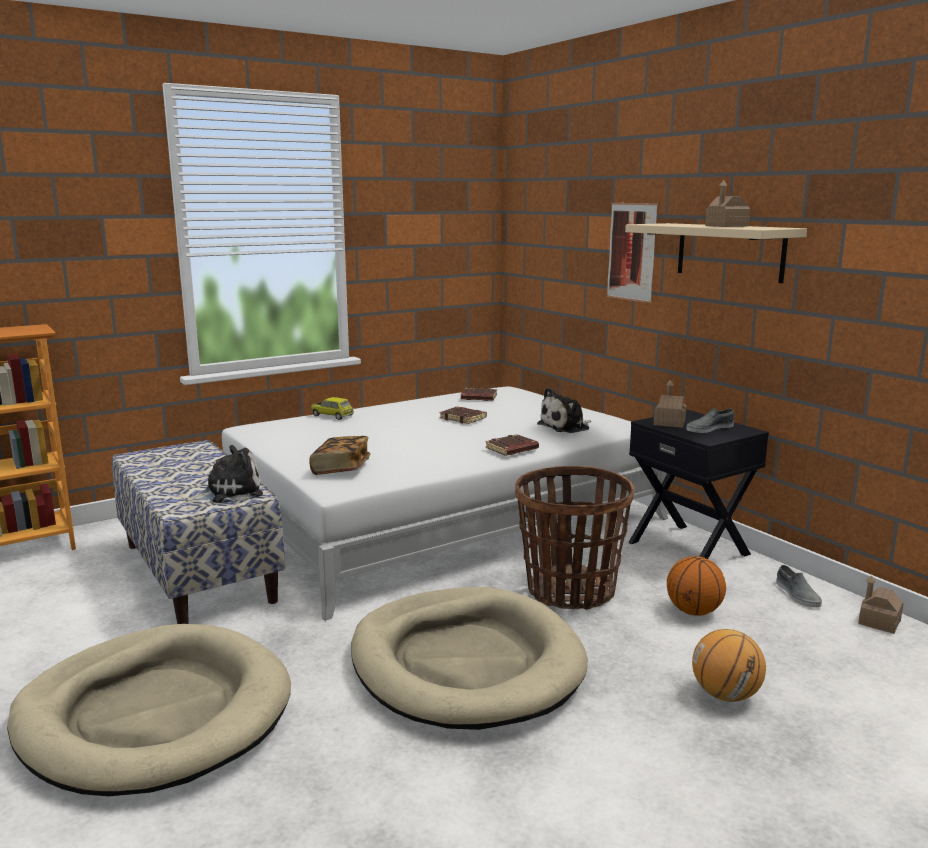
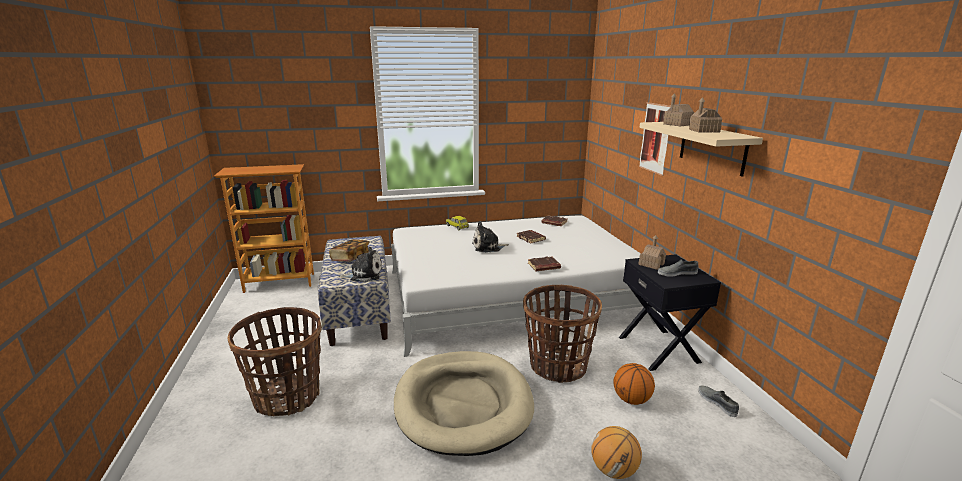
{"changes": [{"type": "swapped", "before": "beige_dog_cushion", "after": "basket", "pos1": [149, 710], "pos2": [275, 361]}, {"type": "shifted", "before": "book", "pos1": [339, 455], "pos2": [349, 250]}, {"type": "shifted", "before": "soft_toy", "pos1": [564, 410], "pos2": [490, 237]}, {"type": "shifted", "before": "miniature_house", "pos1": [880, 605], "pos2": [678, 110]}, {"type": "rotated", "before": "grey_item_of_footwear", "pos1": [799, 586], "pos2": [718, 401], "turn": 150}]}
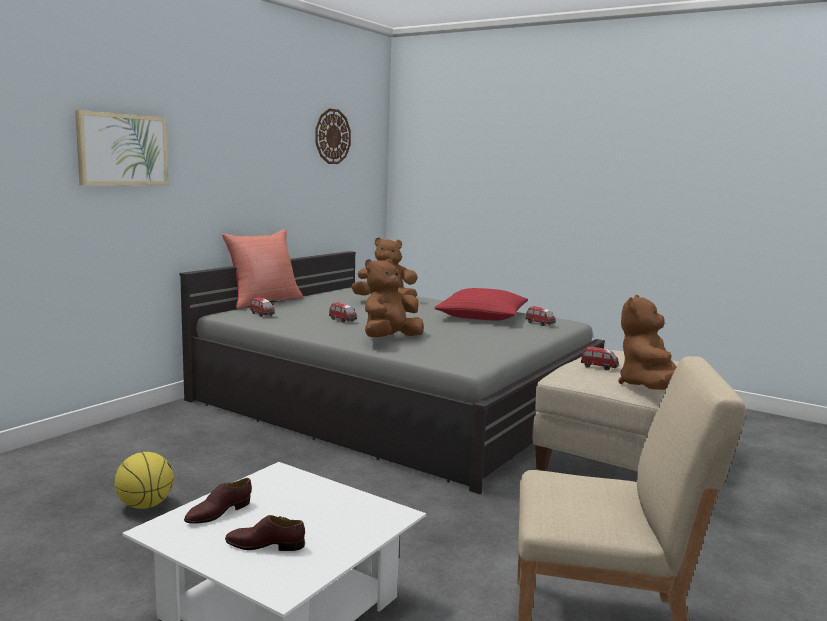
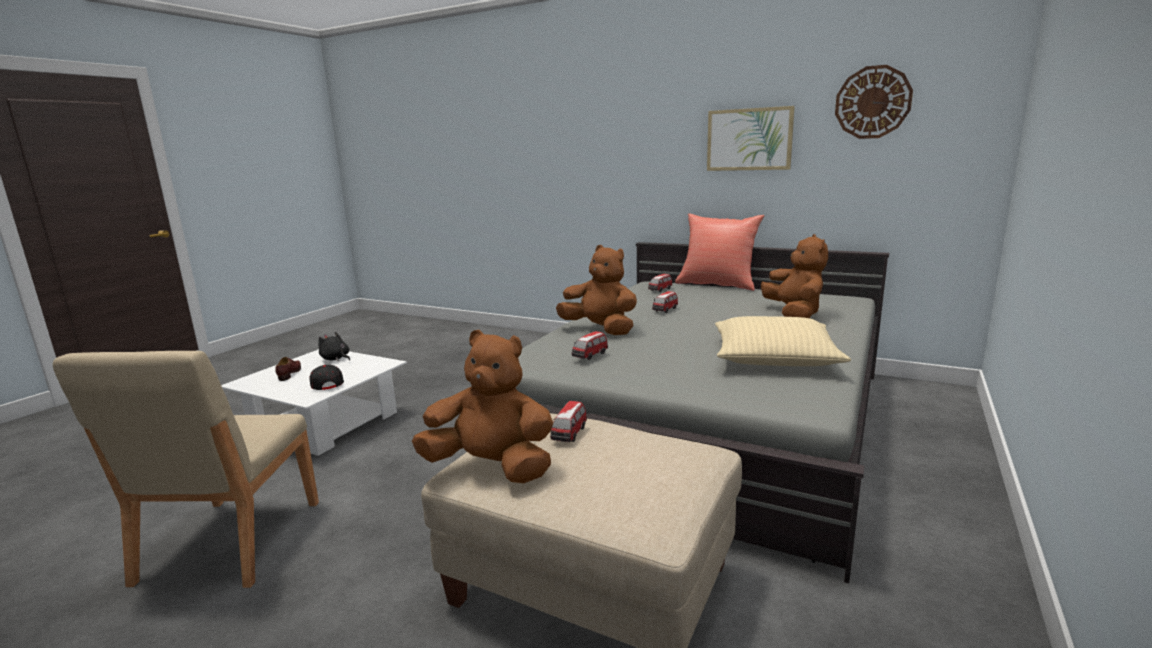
{"changes": [{"type": "new", "after": "black_cap", "pos2": [327, 377]}, {"type": "swapped", "before": "brown_item_of_footwear", "after": "black_soft_toy", "pos1": [218, 501], "pos2": [334, 346]}, {"type": "shifted", "before": "miniature_car", "pos1": [541, 316], "pos2": [590, 345]}, {"type": "shifted", "before": "wall_picture", "pos1": [121, 148], "pos2": [751, 138]}, {"type": "repainted", "before": "red-coloured_throw_pillow", "after": "beige_throw_pillow", "pos1": [481, 304], "pos2": [783, 341]}, {"type": "gone", "before": "basketball_ball", "pos1": [144, 480]}]}
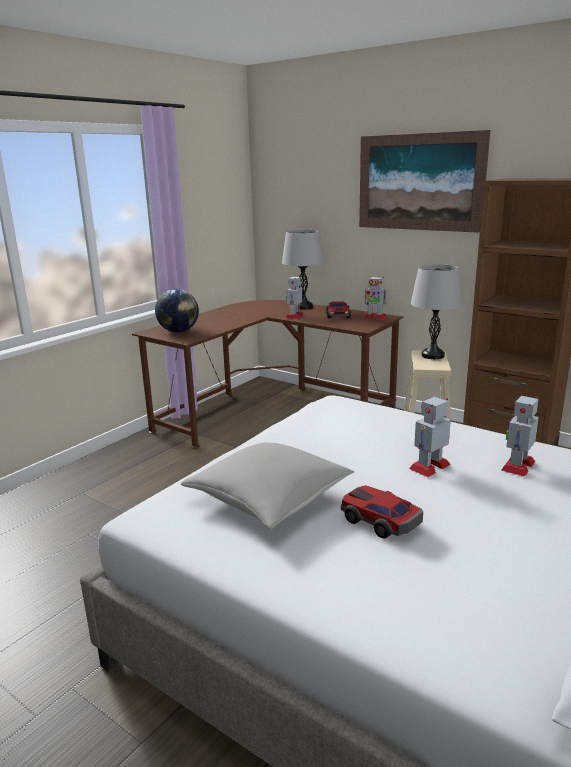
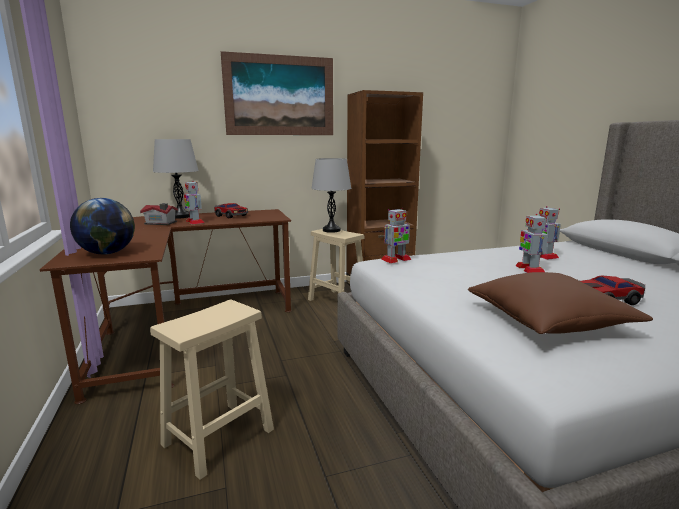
{"changes": [{"type": "new", "after": "miniature_house", "pos2": [159, 214]}, {"type": "new", "after": "beige_stool", "pos2": [212, 390]}, {"type": "shifted", "before": "model_robot", "pos1": [375, 298], "pos2": [396, 235]}, {"type": "repainted", "before": "grey_throw_pillow", "after": "brown_throw_pillow", "pos1": [267, 485], "pos2": [560, 303]}]}
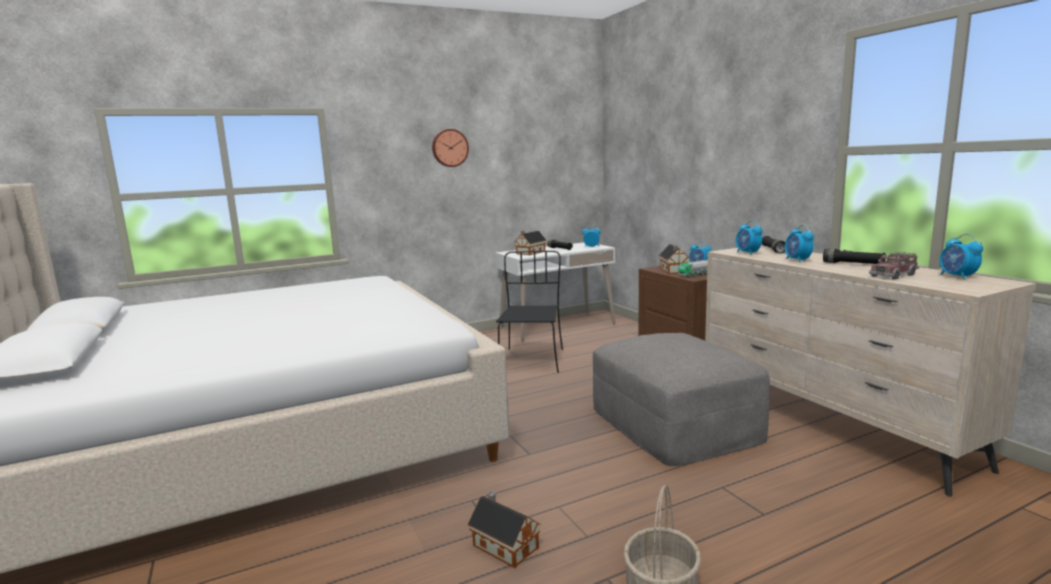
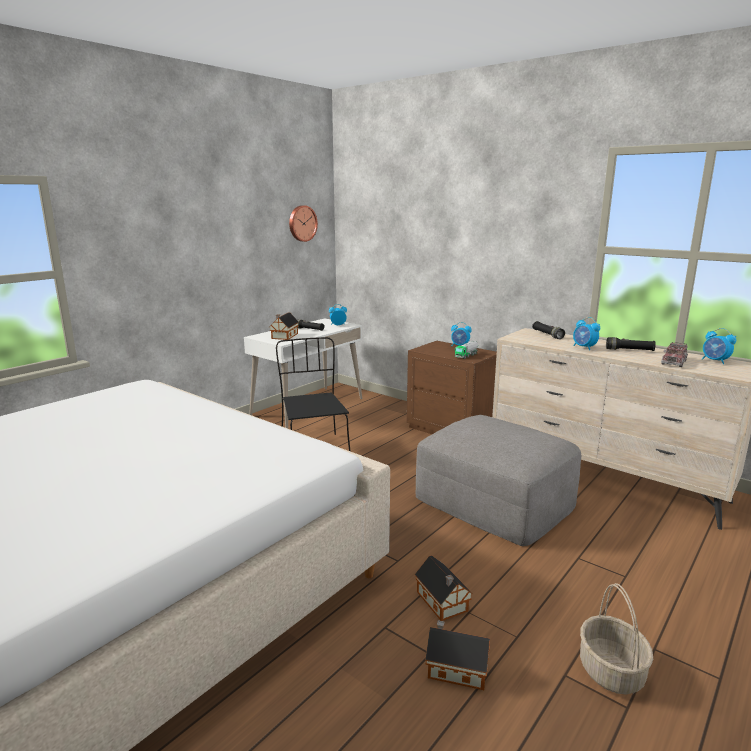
{"changes": [{"type": "shifted", "before": "hanging_clock", "pos1": [450, 148], "pos2": [303, 223]}, {"type": "shifted", "before": "miniature_house", "pos1": [674, 259], "pos2": [444, 588]}, {"type": "gone", "before": "alarm_clock", "pos1": [749, 237]}]}
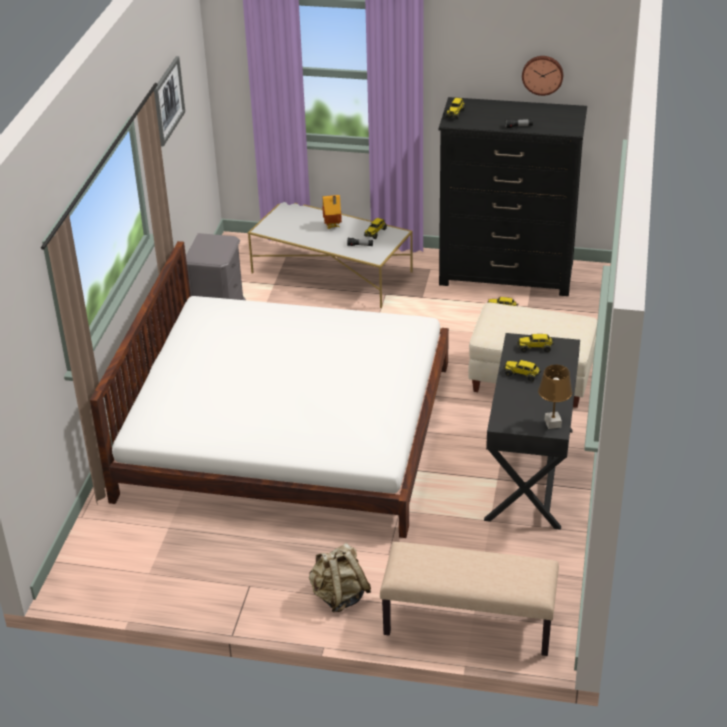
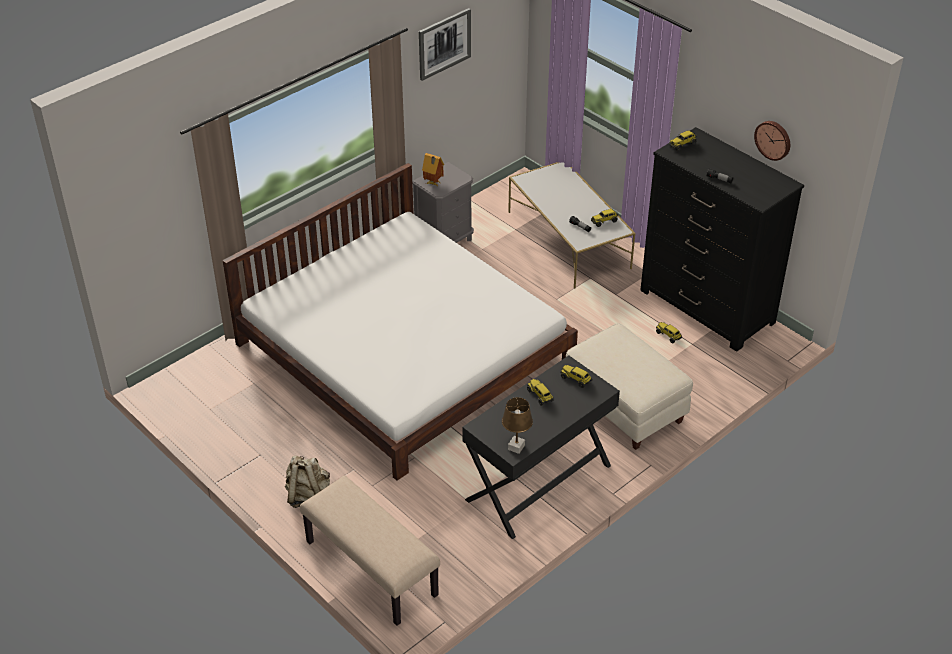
{"changes": [{"type": "shifted", "before": "miniature_house", "pos1": [332, 212], "pos2": [433, 169]}]}
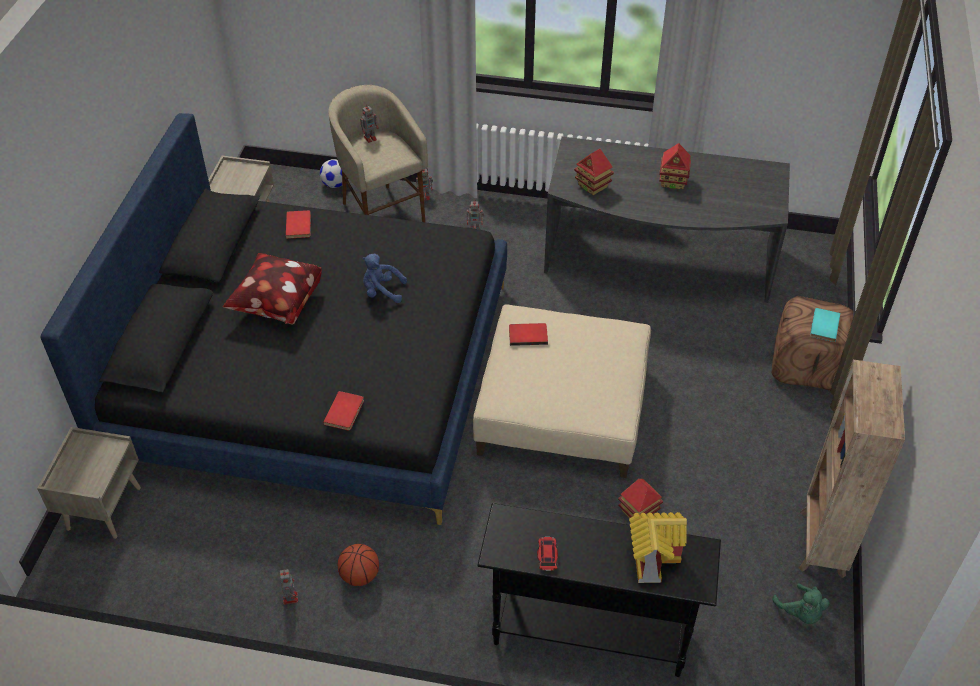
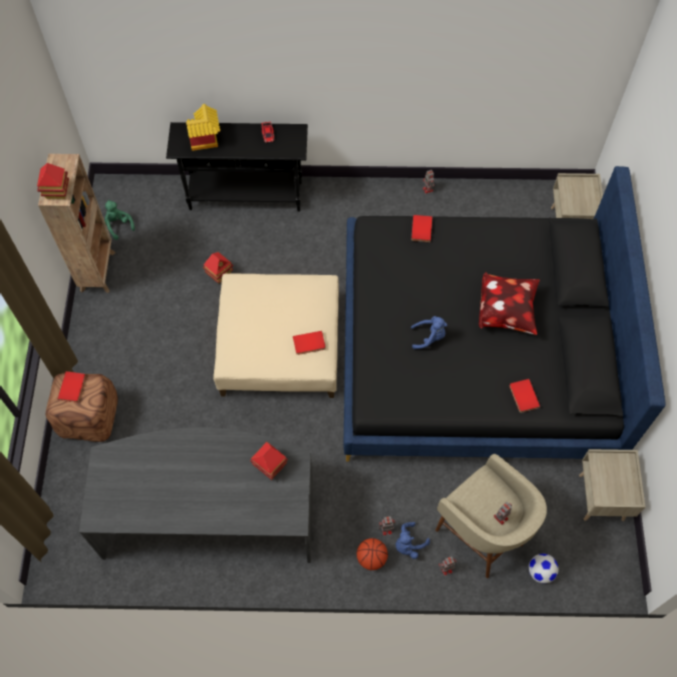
{"changes": [{"type": "shifted", "before": "miniature_house", "pos1": [675, 166], "pos2": [53, 181]}, {"type": "repainted", "before": "turquoise_book", "after": "red-coloured_book", "pos1": [825, 325], "pos2": [72, 387]}, {"type": "shifted", "before": "basketball_ball", "pos1": [358, 565], "pos2": [372, 554]}, {"type": "new", "after": "blue_soft_toy", "pos2": [412, 540]}]}
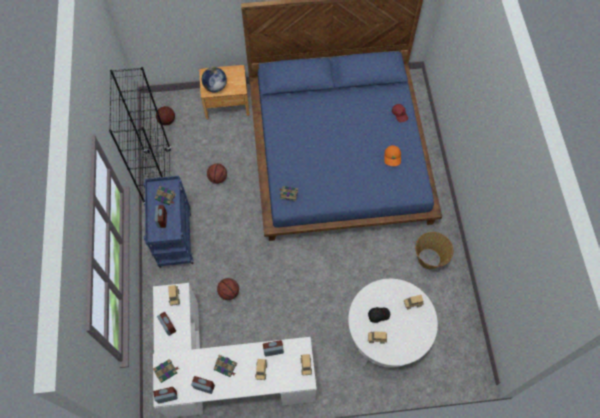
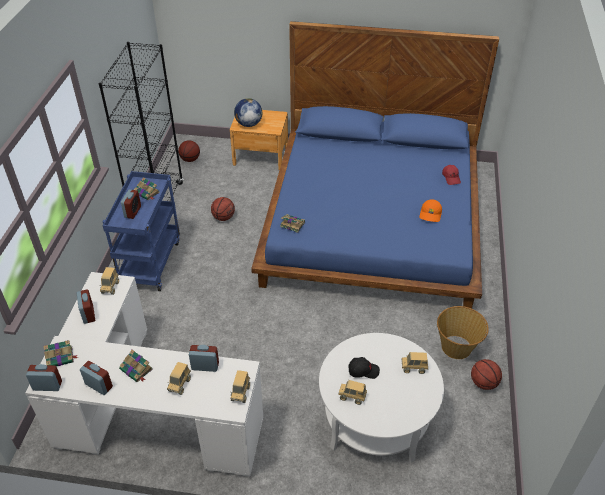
{"changes": [{"type": "shifted", "before": "basketball_ball", "pos1": [228, 289], "pos2": [486, 374]}]}
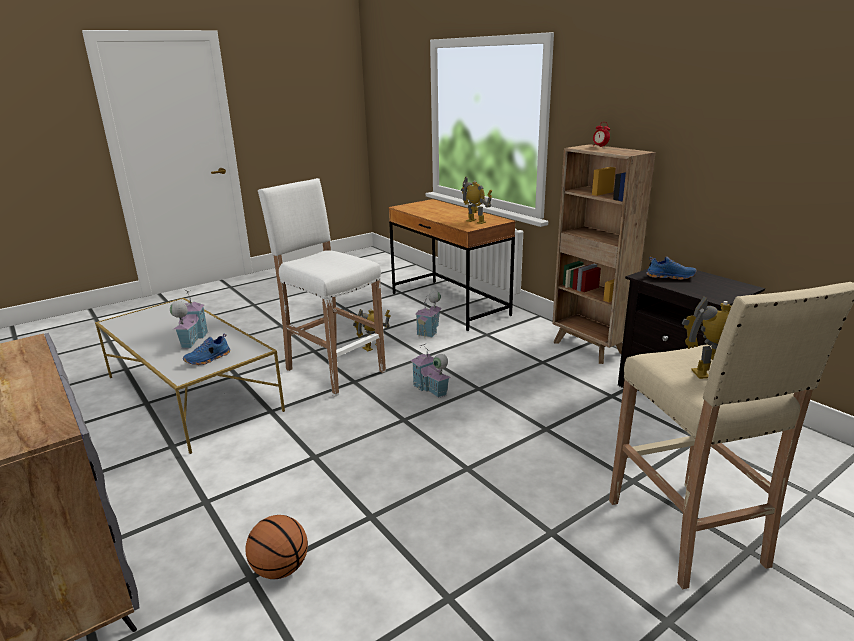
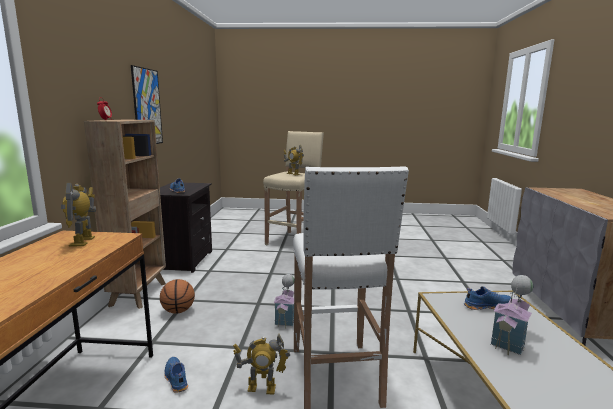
{"changes": [{"type": "new", "after": "wall_picture", "pos2": [147, 104]}, {"type": "shifted", "before": "basketball_ball", "pos1": [277, 547], "pos2": [177, 296]}, {"type": "swapped", "before": "miniature_house", "after": "blue_item_of_footwear", "pos1": [428, 314], "pos2": [176, 375]}]}
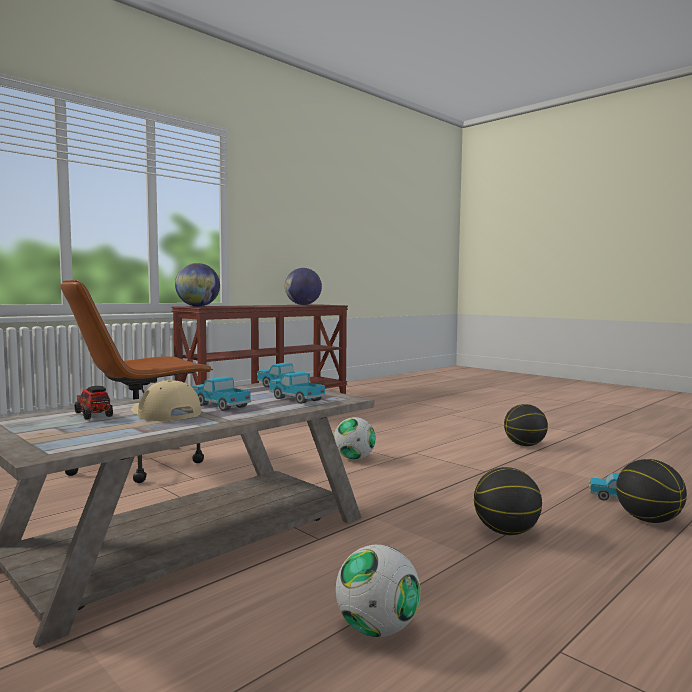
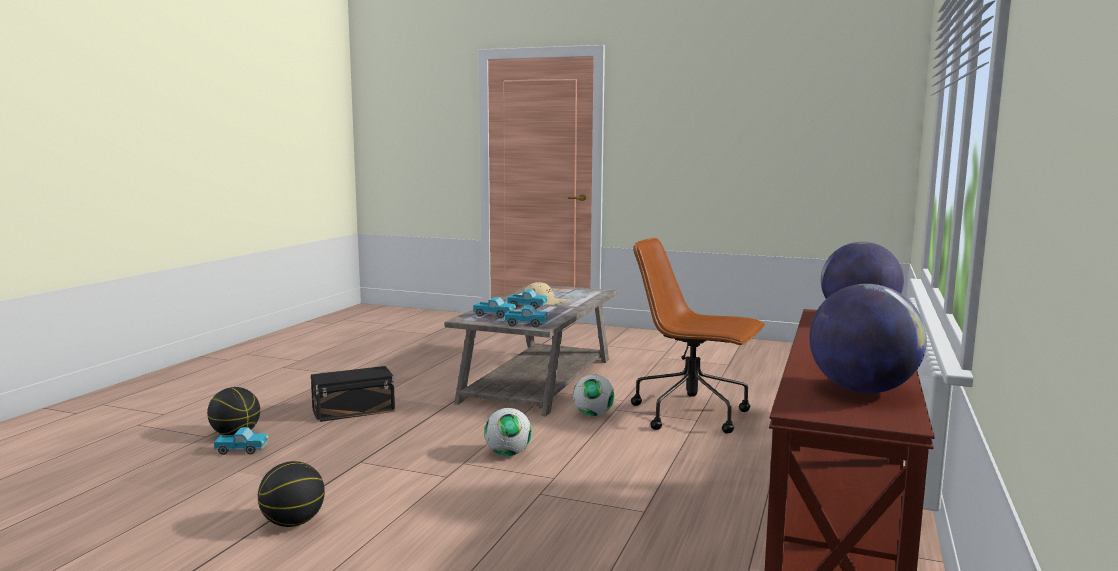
{"changes": [{"type": "swapped", "before": "basketball_ball", "after": "black_storage_box", "pos1": [508, 501], "pos2": [353, 394]}, {"type": "shifted", "before": "ball_for_football", "pos1": [378, 591], "pos2": [593, 395]}, {"type": "rotated", "before": "brown_desk_chair", "pos1": [136, 381], "pos2": [698, 336], "turn": -90}, {"type": "gone", "before": "model_truck", "pos1": [94, 403]}]}
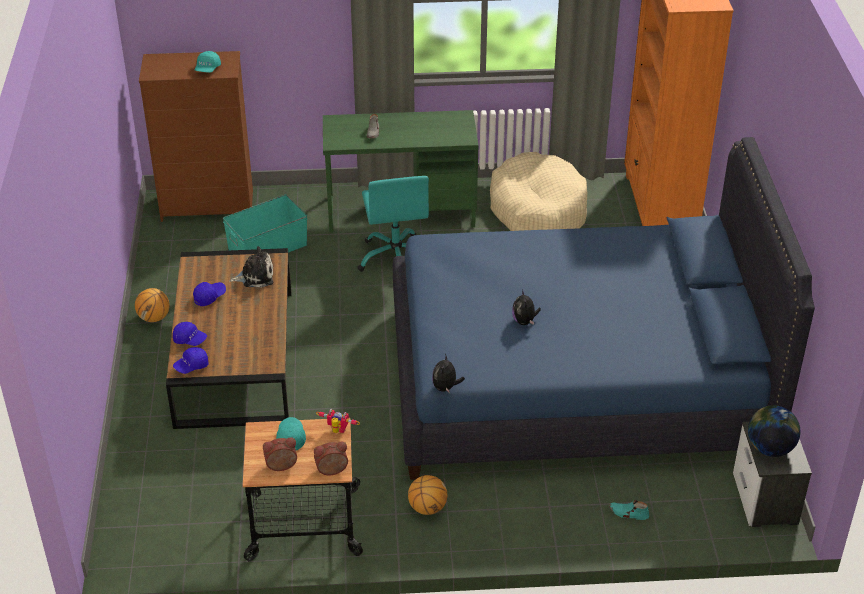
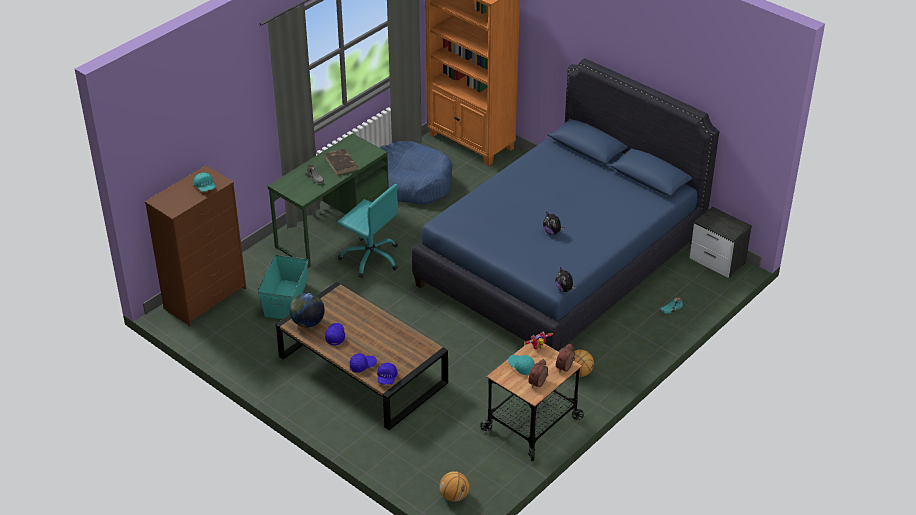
{"changes": [{"type": "shifted", "before": "world_globe", "pos1": [774, 431], "pos2": [307, 310]}, {"type": "new", "after": "brown_book", "pos2": [341, 161]}, {"type": "repainted", "before": "beige_dog_cushion", "after": "blue_dog_cushion", "pos1": [538, 191], "pos2": [416, 173]}, {"type": "shifted", "before": "basketball_ball", "pos1": [152, 305], "pos2": [454, 486]}, {"type": "gone", "before": "soft_toy", "pos1": [251, 267]}]}
